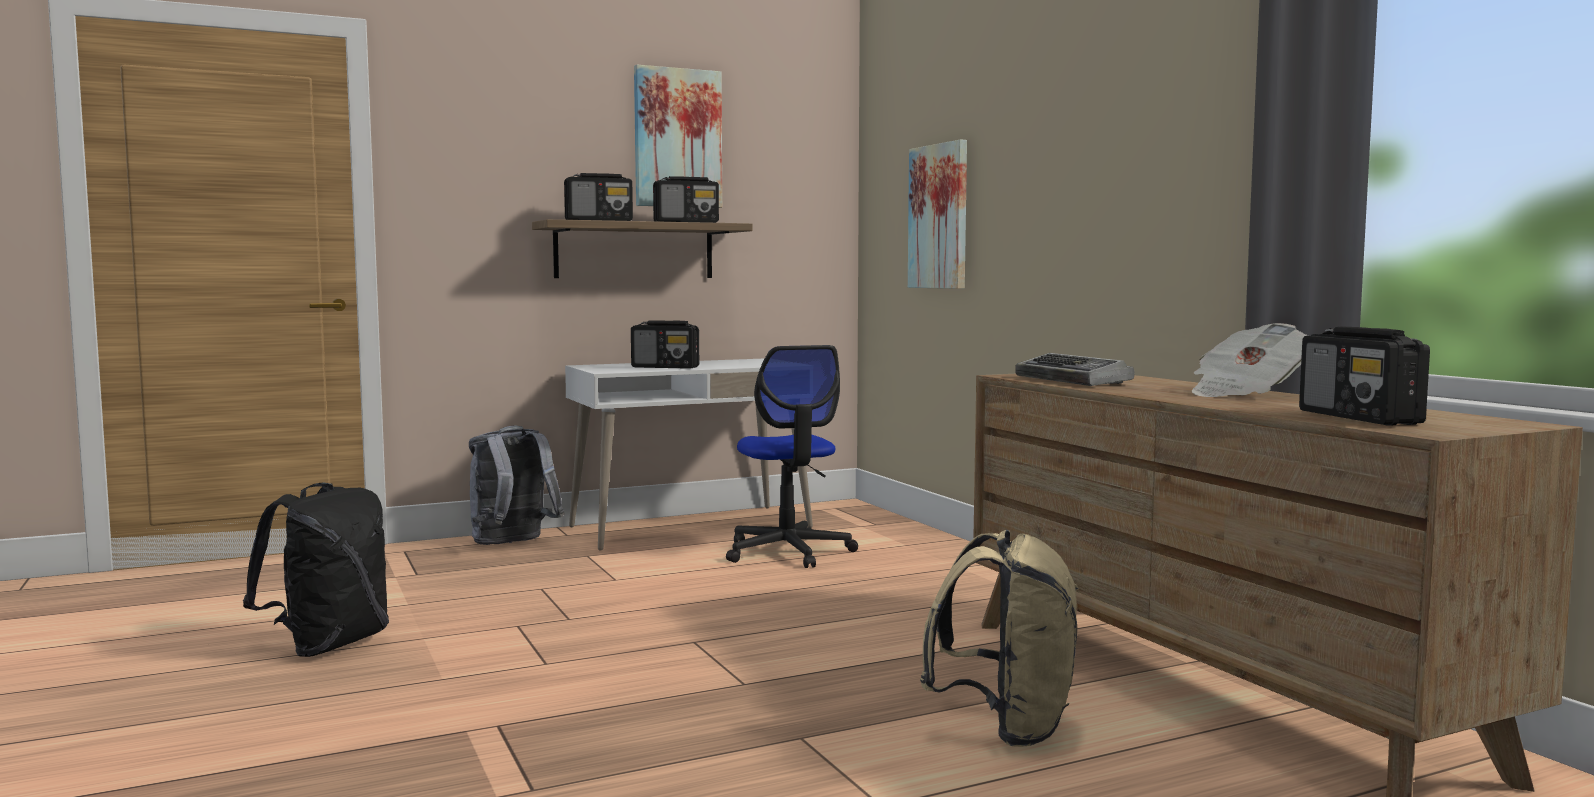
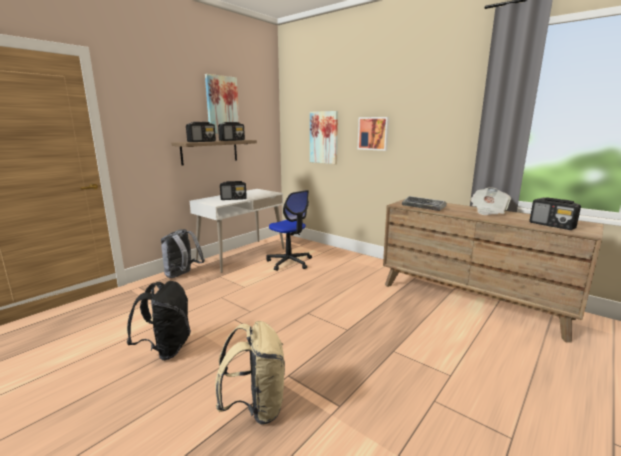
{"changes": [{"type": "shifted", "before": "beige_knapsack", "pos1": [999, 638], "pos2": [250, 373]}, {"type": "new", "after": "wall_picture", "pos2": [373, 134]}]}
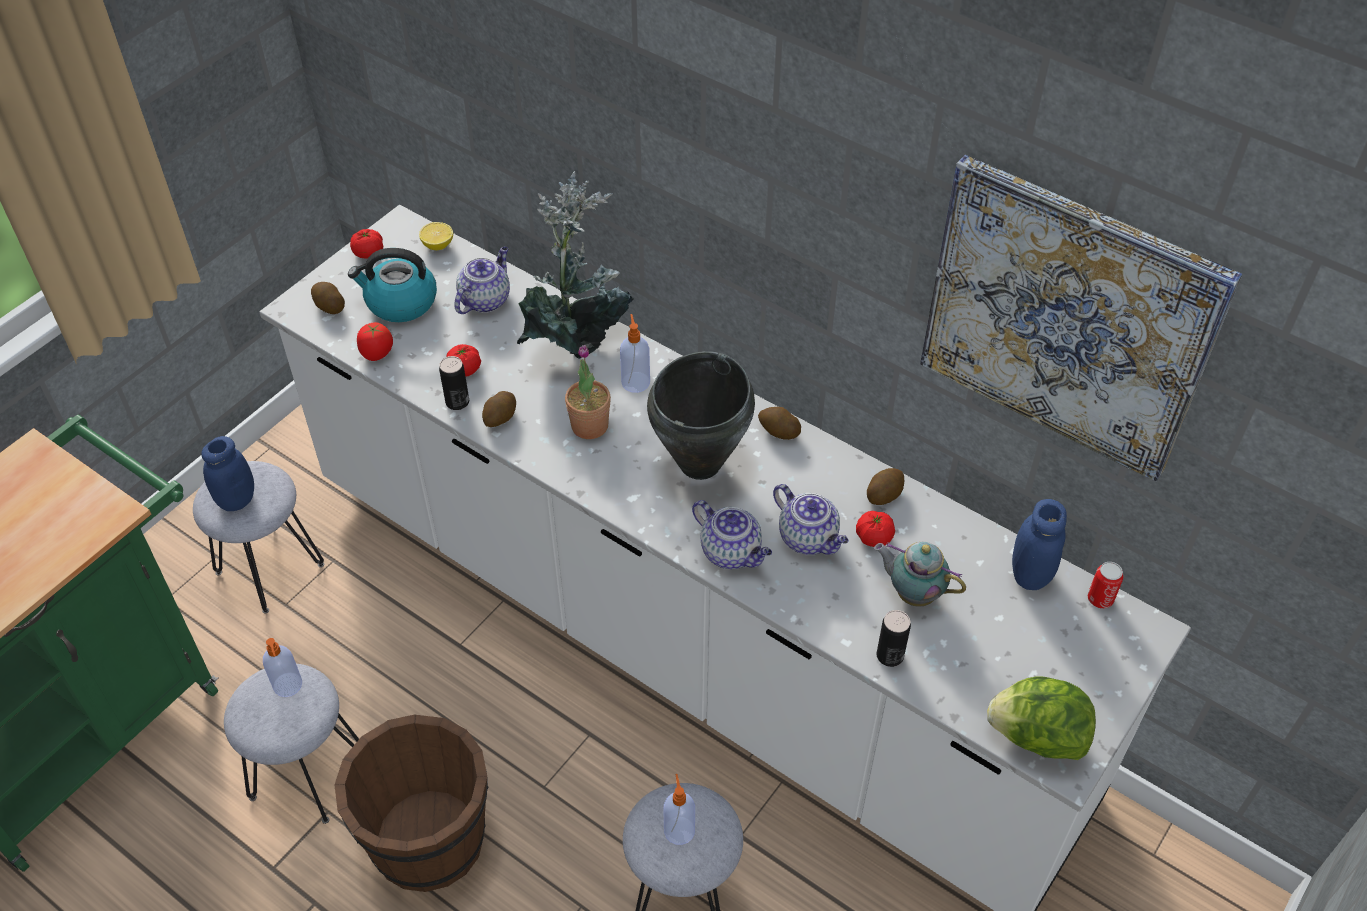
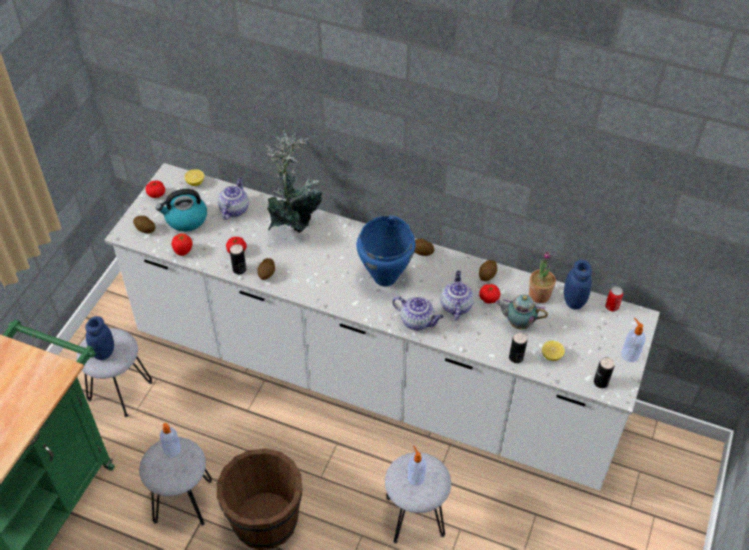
{"changes": [{"type": "repainted", "before": "black_stockpot", "after": "blue_stockpot", "pos1": [701, 415], "pos2": [385, 250]}, {"type": "rotated", "before": "tea_pot", "pos1": [811, 519], "pos2": [457, 296], "turn": -120}, {"type": "shifted", "before": "plant_in_a_pot", "pos1": [588, 392], "pos2": [542, 277]}, {"type": "new", "after": "whole_lemon", "pos2": [553, 350]}, {"type": "swapped", "before": "lettuce_head", "after": "sealed_can", "pos1": [1041, 718], "pos2": [604, 372]}, {"type": "shifted", "before": "soap_bottle", "pos1": [635, 353], "pos2": [633, 340]}, {"type": "gone", "before": "wall_picture", "pos1": [1081, 318]}]}
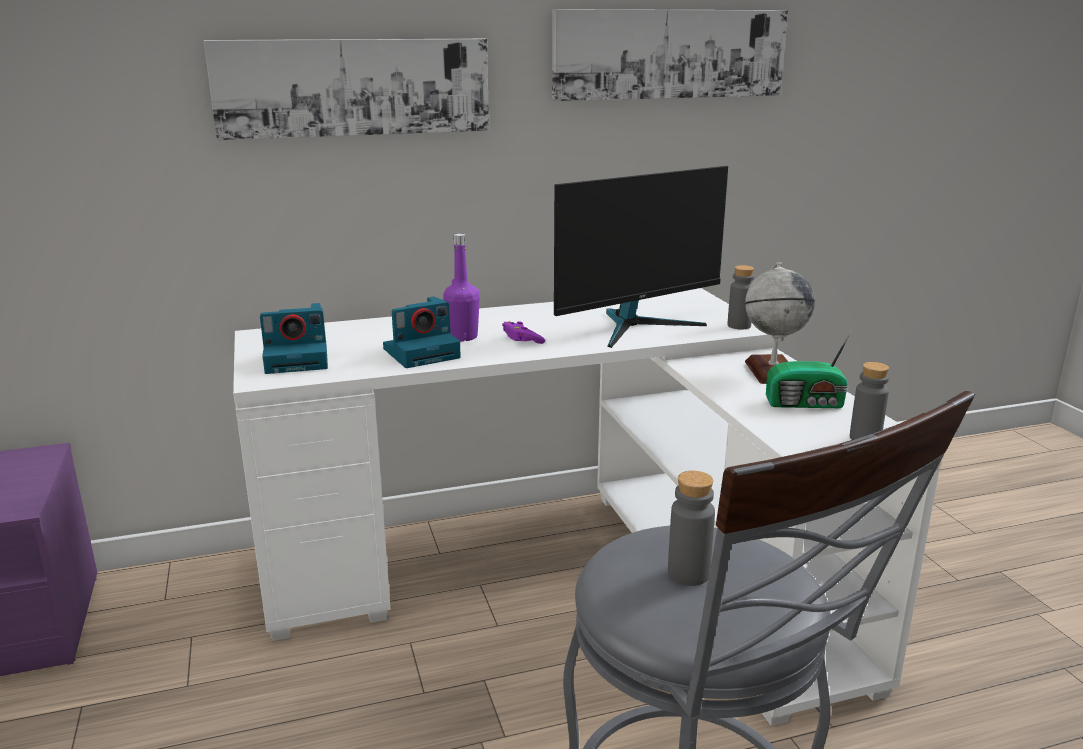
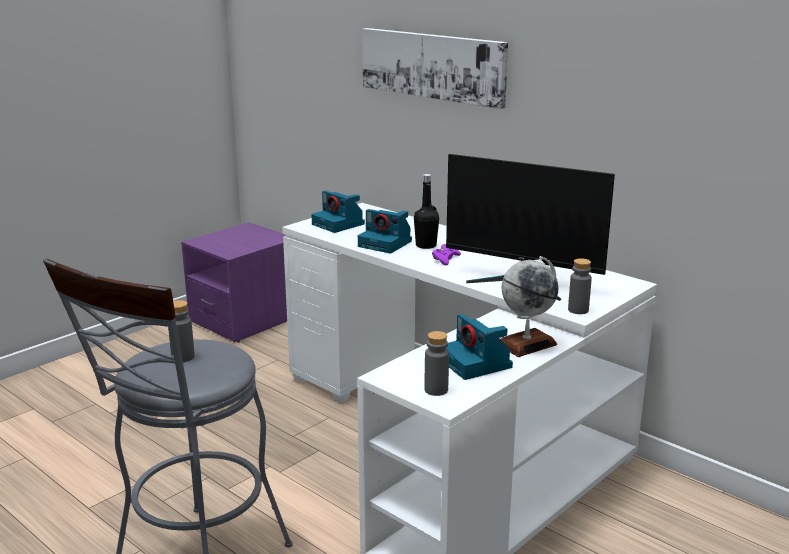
{"changes": [{"type": "repainted", "before": "purple-coloured_drink_bottle", "after": "black_drink_bottle", "pos1": [461, 287], "pos2": [426, 211]}, {"type": "swapped", "before": "radio_receiver", "after": "photo_camera", "pos1": [809, 369], "pos2": [479, 347]}, {"type": "gone", "before": "wall_picture", "pos1": [670, 55]}]}
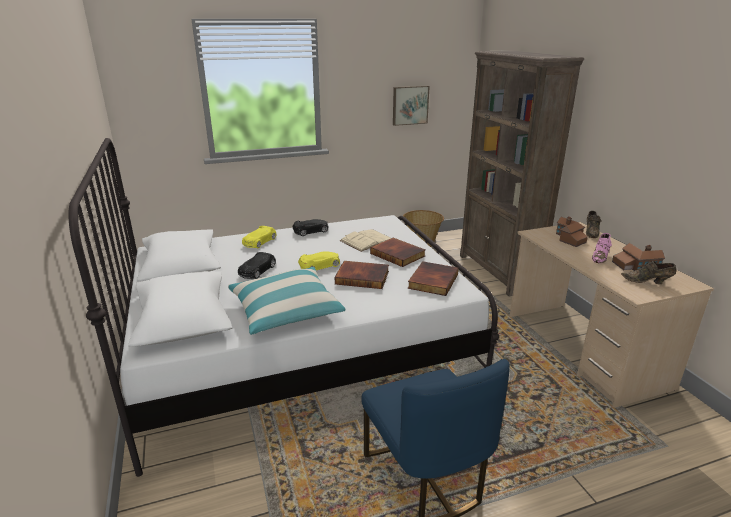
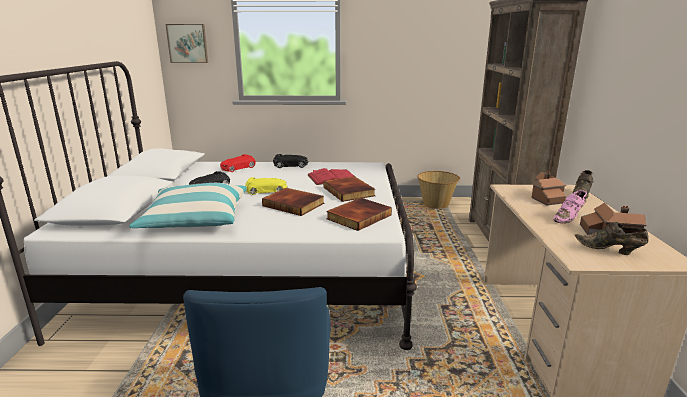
{"changes": [{"type": "shifted", "before": "wall_picture", "pos1": [411, 105], "pos2": [187, 43]}, {"type": "repainted", "before": "yellow-coloured_miniature_car", "after": "red-coloured_miniature_car", "pos1": [259, 237], "pos2": [238, 163]}, {"type": "repainted", "before": "beige_book", "after": "red-coloured_book", "pos1": [365, 240], "pos2": [331, 176]}]}
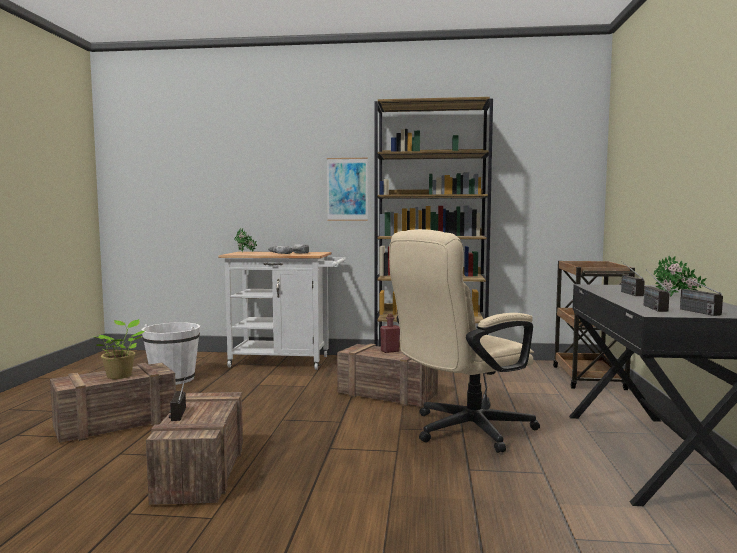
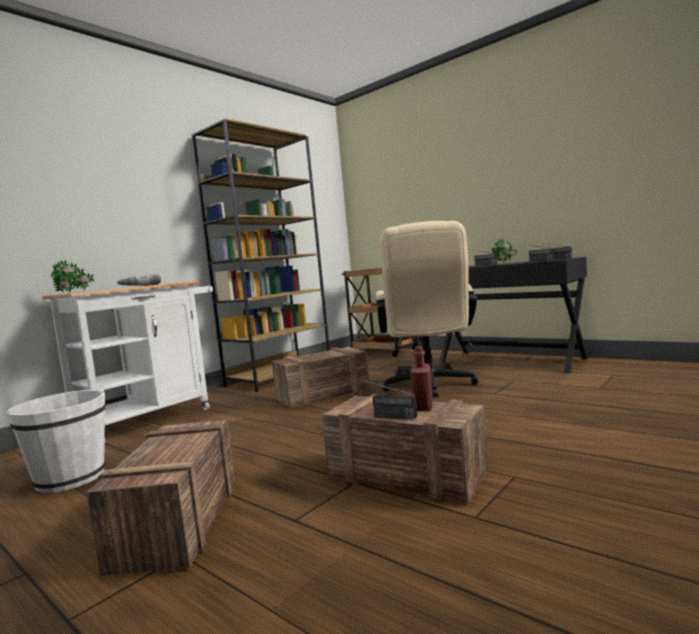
{"changes": [{"type": "shifted", "before": "red-coloured_drink_bottle", "pos1": [390, 333], "pos2": [421, 378]}, {"type": "gone", "before": "plant_in_a_pot", "pos1": [120, 349]}, {"type": "gone", "before": "wall_picture", "pos1": [347, 189]}]}
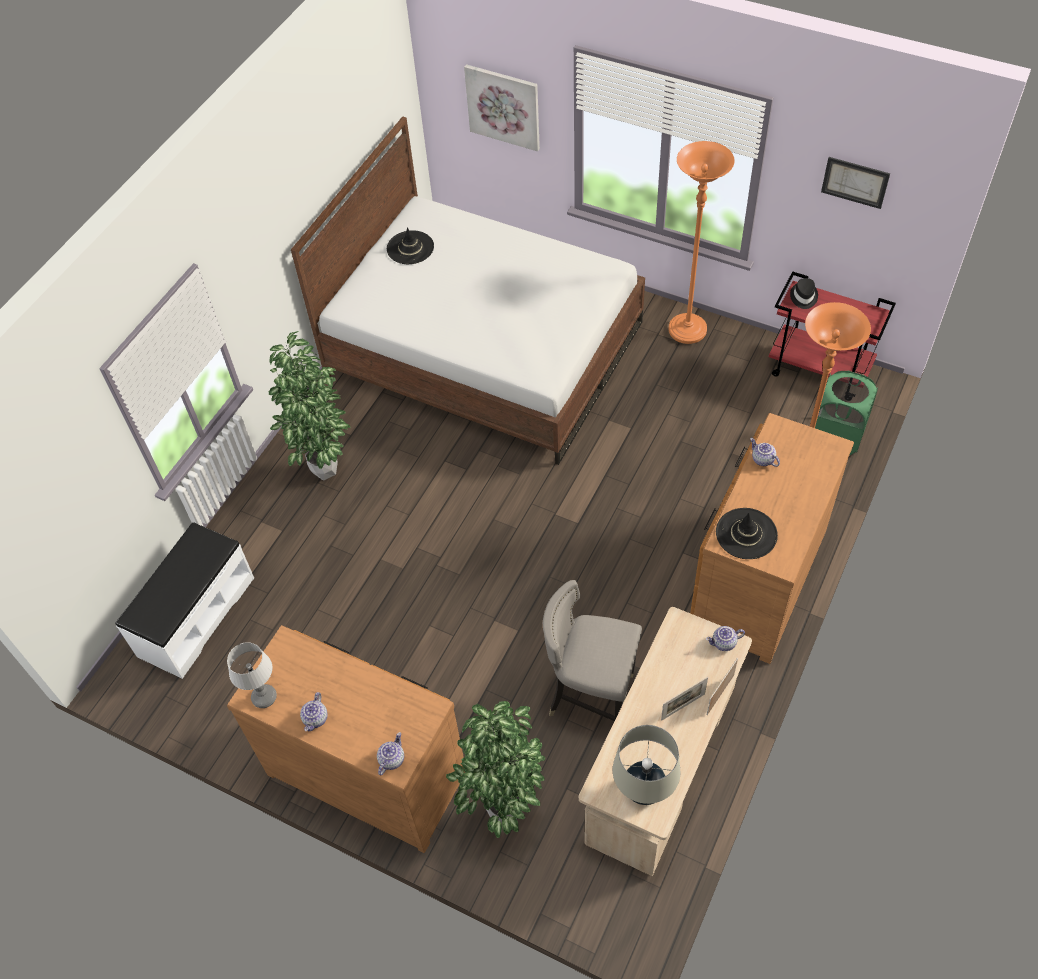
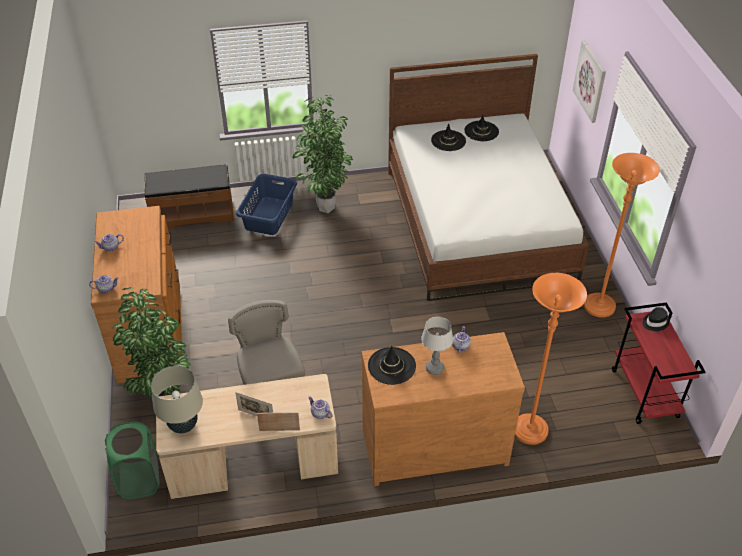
{"changes": [{"type": "shifted", "before": "green-coloured_washing_basket", "pos1": [846, 413], "pos2": [132, 460]}, {"type": "repainted", "before": "white_long_seat", "after": "brown_long_seat", "pos1": [184, 600], "pos2": [189, 196]}, {"type": "new", "after": "blue_washing_basket", "pos2": [266, 204]}, {"type": "shifted", "before": "table_lamp", "pos1": [252, 675], "pos2": [437, 346]}, {"type": "new", "after": "black_hat", "pos2": [448, 137]}, {"type": "gone", "before": "wall_picture", "pos1": [855, 183]}]}
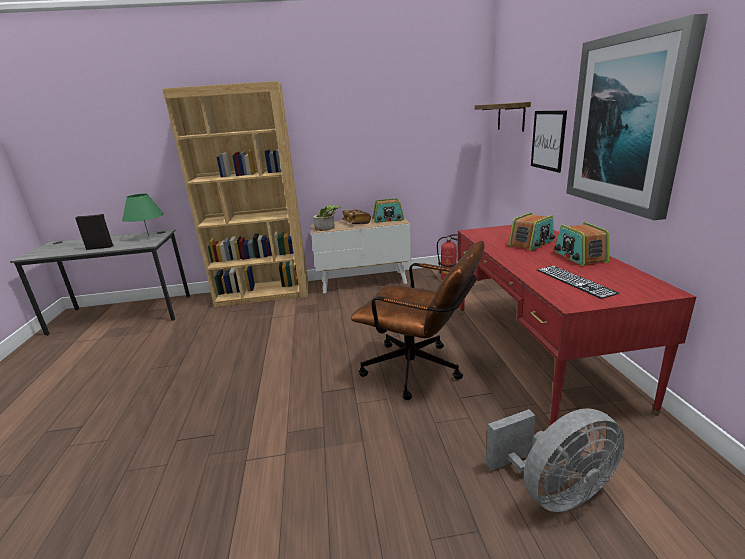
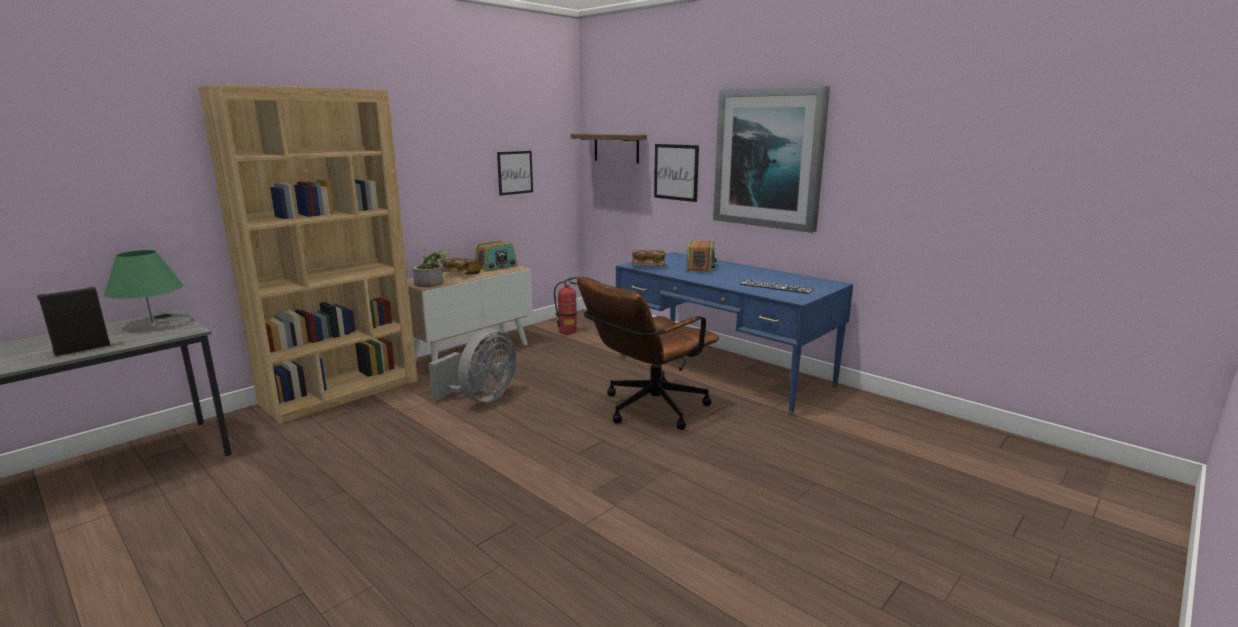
{"changes": [{"type": "shifted", "before": "grey_fan", "pos1": [555, 460], "pos2": [472, 365]}, {"type": "new", "after": "wall_picture", "pos2": [515, 173]}, {"type": "rotated", "before": "brown_desk_chair", "pos1": [418, 320], "pos2": [648, 353], "turn": 150}, {"type": "repainted", "before": "red-coloured_desk_unit", "after": "blue_desk_unit", "pos1": [576, 325], "pos2": [734, 334]}, {"type": "new", "after": "book", "pos2": [649, 258]}, {"type": "gone", "before": "radio_receiver", "pos1": [581, 244]}]}
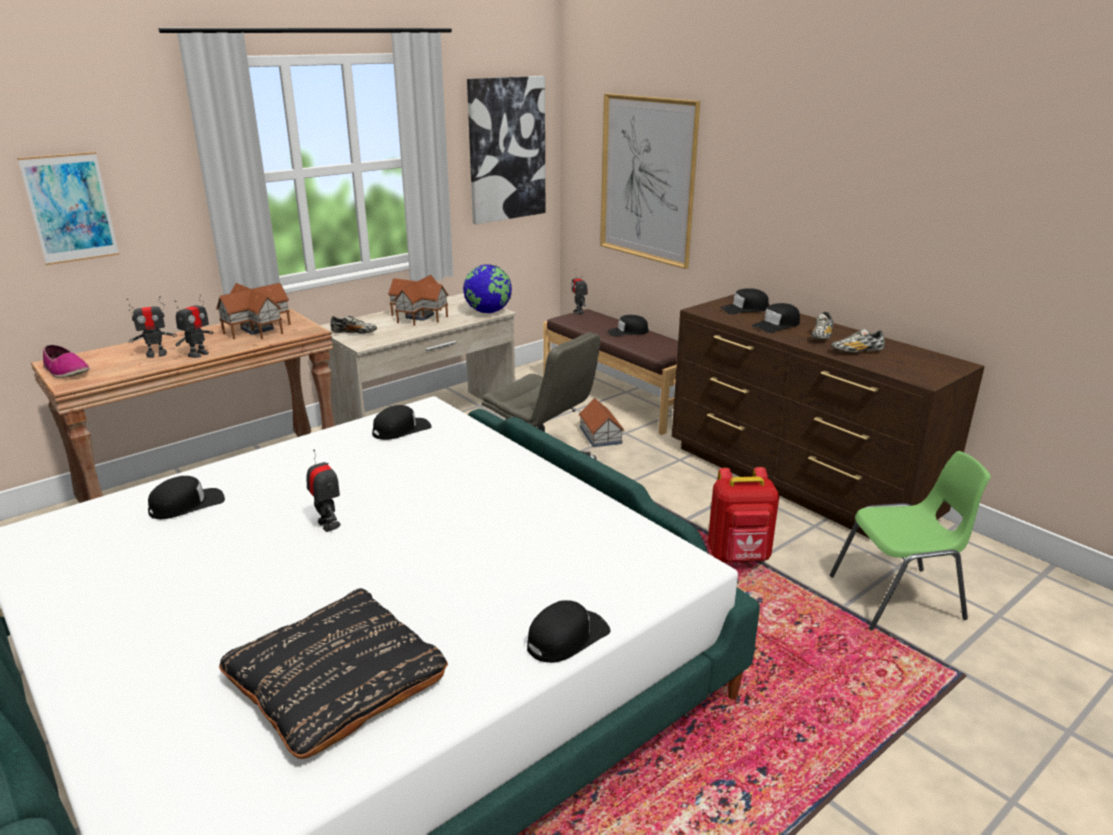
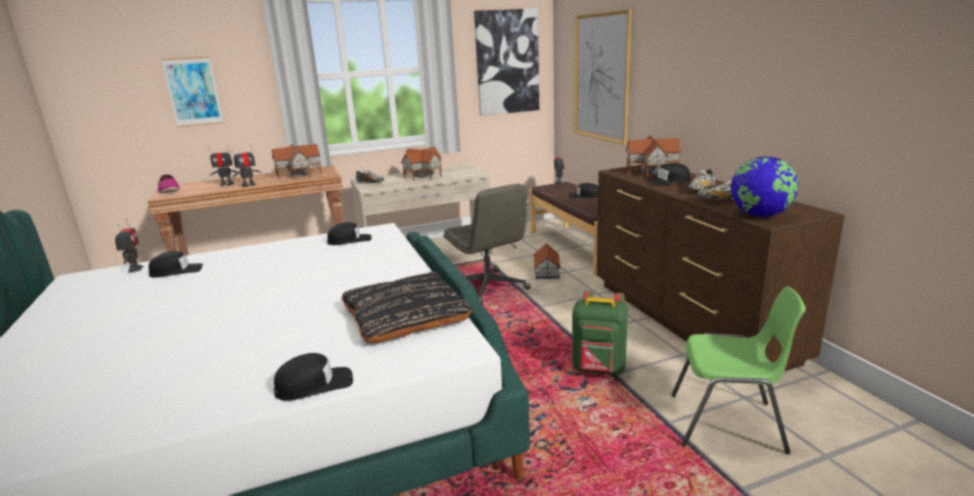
{"changes": [{"type": "shifted", "before": "model_robot", "pos1": [323, 491], "pos2": [129, 246]}, {"type": "shifted", "before": "black_throw_pillow", "pos1": [333, 673], "pos2": [406, 307]}, {"type": "repainted", "before": "red-coloured_knapsack", "after": "green-coloured_knapsack", "pos1": [743, 514], "pos2": [600, 333]}, {"type": "swapped", "before": "black_cap", "after": "miniature_house", "pos1": [744, 301], "pos2": [654, 156]}, {"type": "shifted", "before": "world_globe", "pos1": [487, 288], "pos2": [764, 186]}]}
